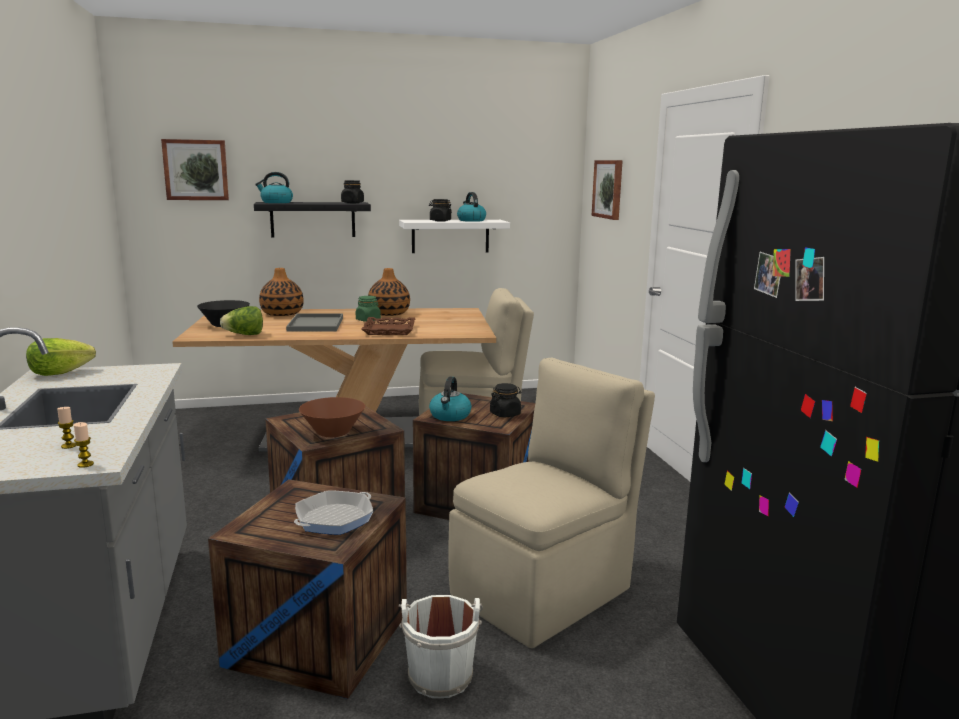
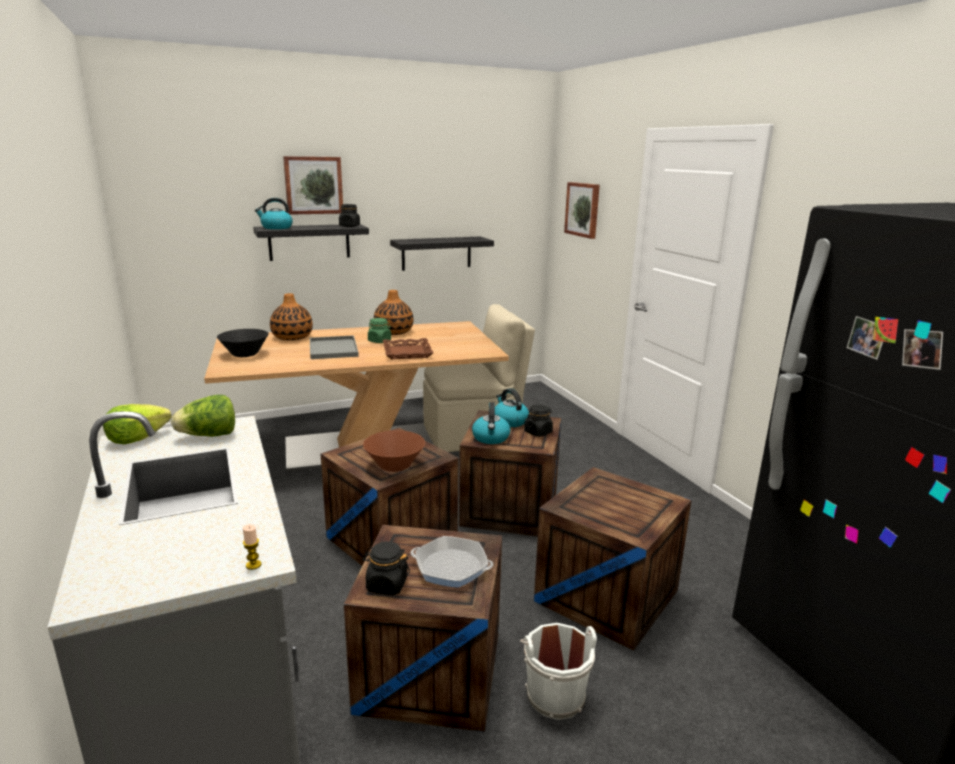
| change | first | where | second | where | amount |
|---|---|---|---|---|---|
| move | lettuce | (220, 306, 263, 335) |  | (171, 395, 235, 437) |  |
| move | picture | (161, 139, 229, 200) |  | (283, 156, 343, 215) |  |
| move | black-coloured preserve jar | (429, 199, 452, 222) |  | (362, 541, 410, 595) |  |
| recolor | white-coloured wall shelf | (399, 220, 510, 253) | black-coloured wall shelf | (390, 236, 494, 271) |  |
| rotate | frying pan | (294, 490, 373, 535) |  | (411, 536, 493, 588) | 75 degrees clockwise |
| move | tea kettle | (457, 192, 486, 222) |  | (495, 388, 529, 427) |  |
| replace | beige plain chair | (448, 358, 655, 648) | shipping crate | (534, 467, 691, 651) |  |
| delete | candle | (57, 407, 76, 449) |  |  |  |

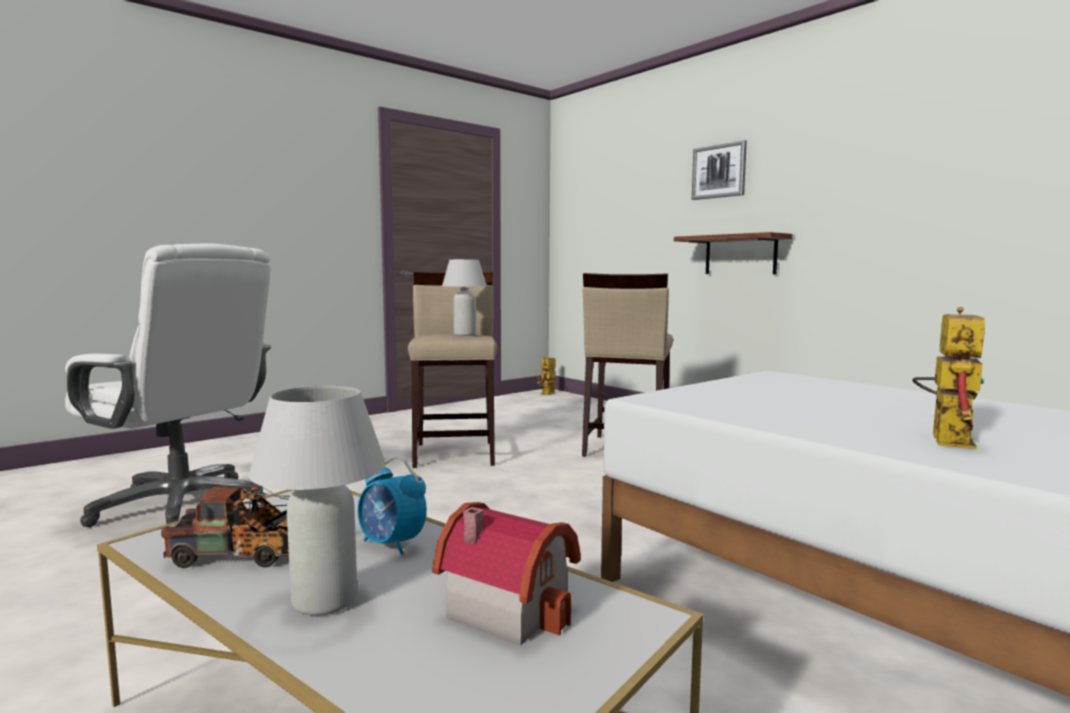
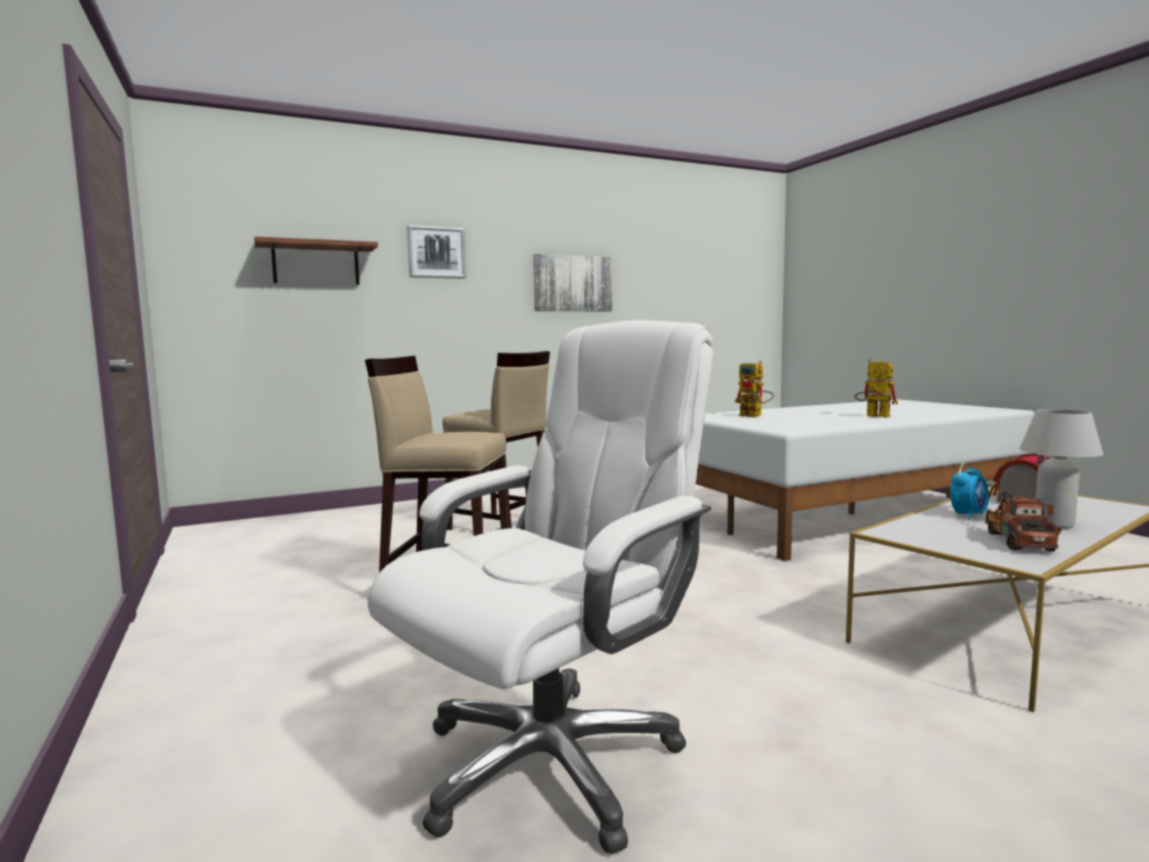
| change | first | where | second | where | amount |
|---|---|---|---|---|---|
| move | wall shelf | (674, 232, 792, 274) |  | (254, 236, 378, 285) |  |
| insert |  |  | picture | (533, 254, 613, 311) |  |
| move | model robot | (537, 357, 556, 395) |  | (735, 361, 774, 417) |  |
| delete | white-coloured tabletop lamp | (442, 259, 487, 336) |  |  |  |

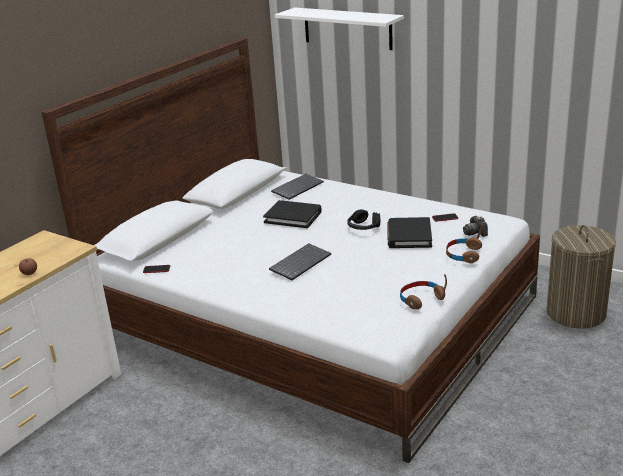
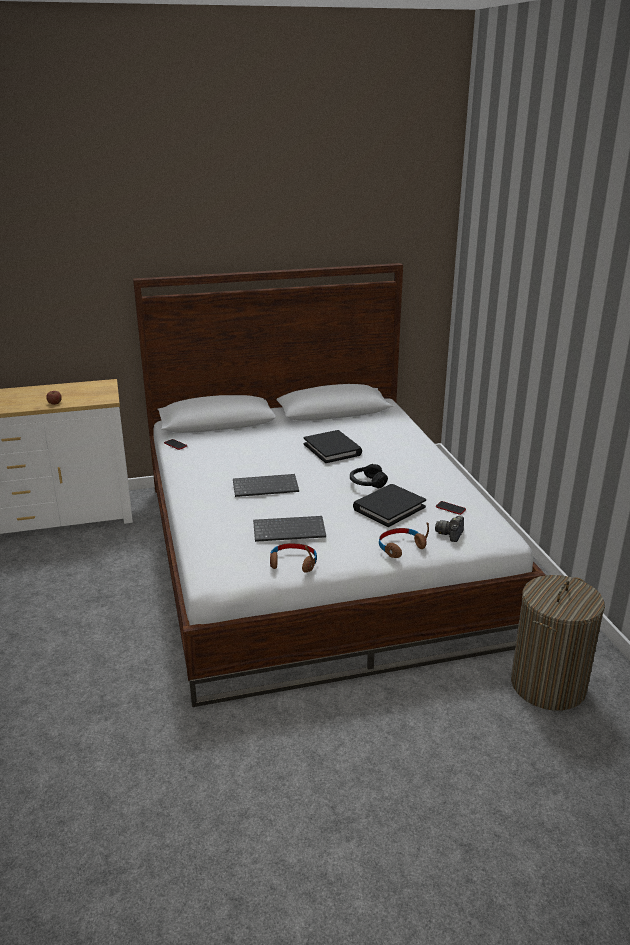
| change | first | where | second | where | amount |
|---|---|---|---|---|---|
| move | computer keyboard | (271, 174, 324, 200) |  | (253, 516, 326, 542) |  |
| delete | white-coloured wall shelf | (274, 8, 404, 50) |  |  |  |

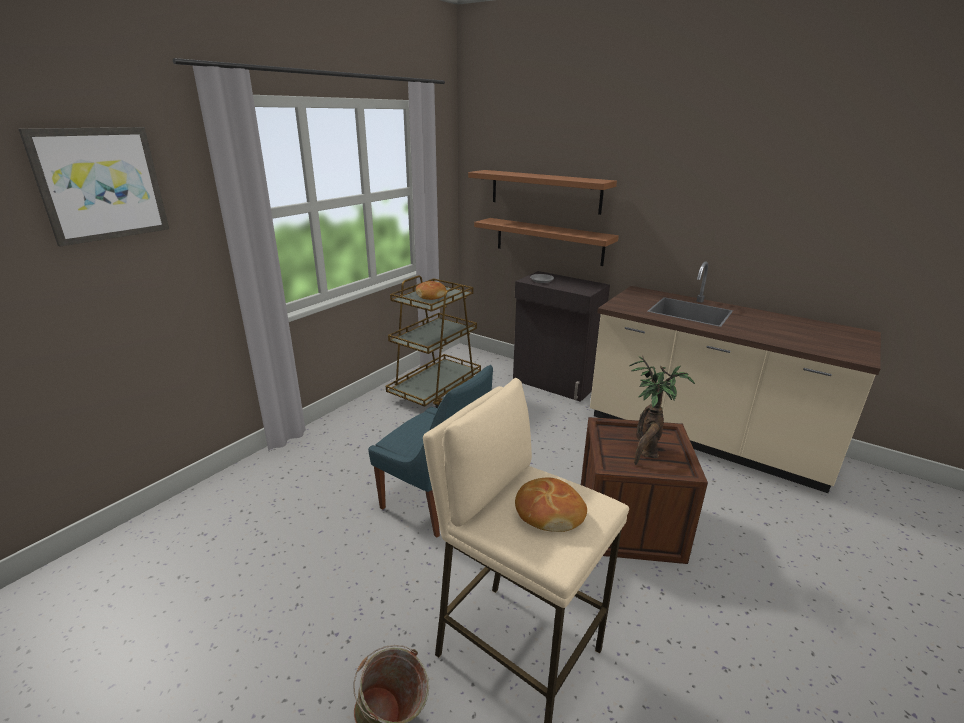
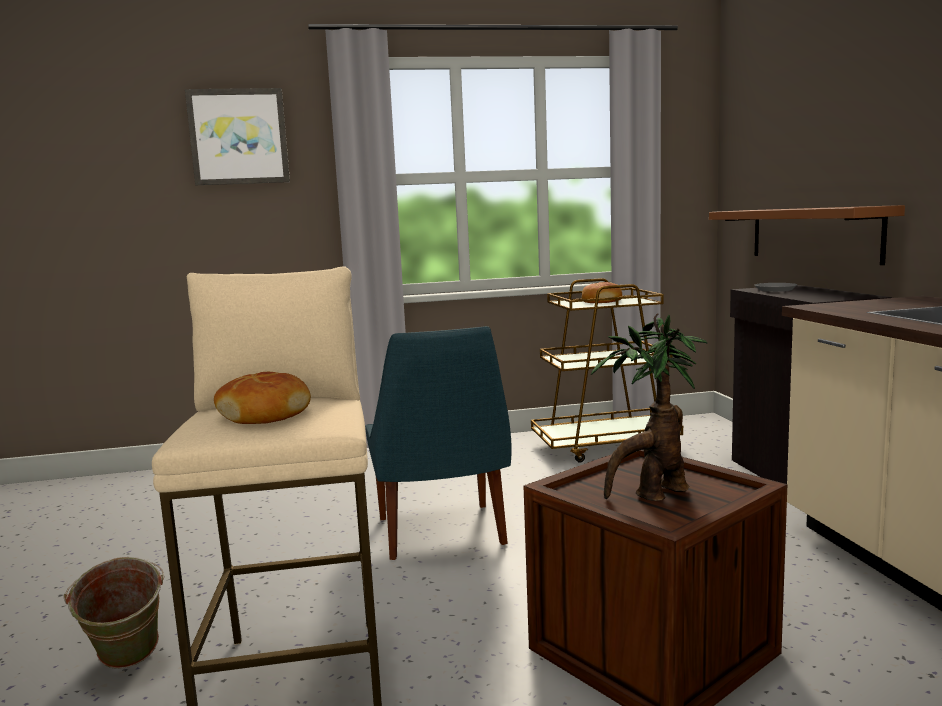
| change | first | where | second | where | amount |
|---|---|---|---|---|---|
| delete | brown wall shelf | (468, 170, 617, 215) |  |  |  |

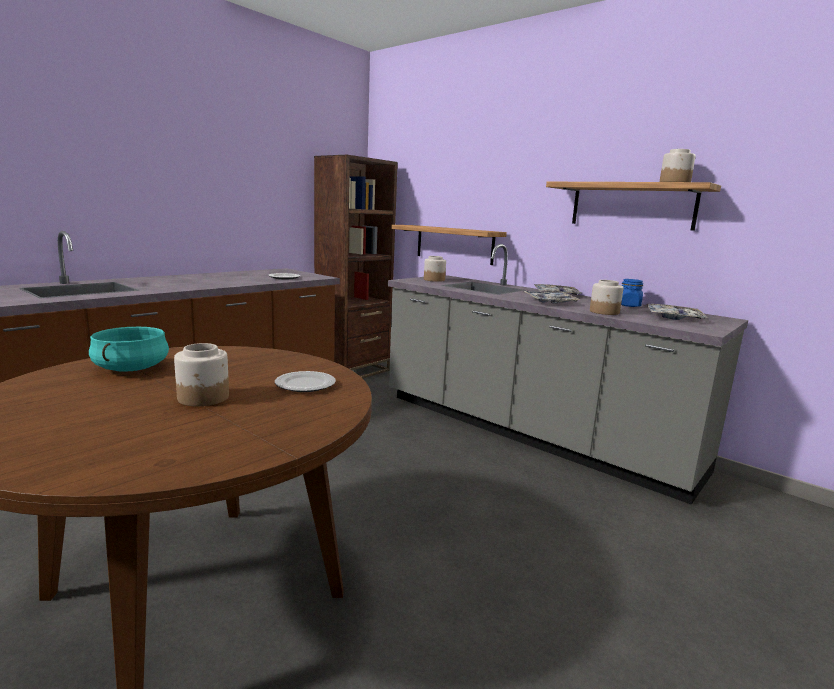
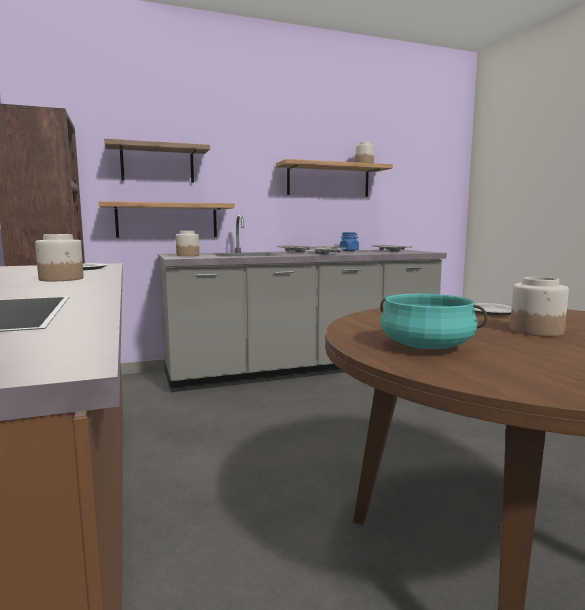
| change | first | where | second | where | amount |
|---|---|---|---|---|---|
| move | preserve jar | (590, 280, 624, 315) |  | (35, 234, 84, 281) |  |
| insert |  |  | wall shelf | (104, 139, 210, 183) |  |

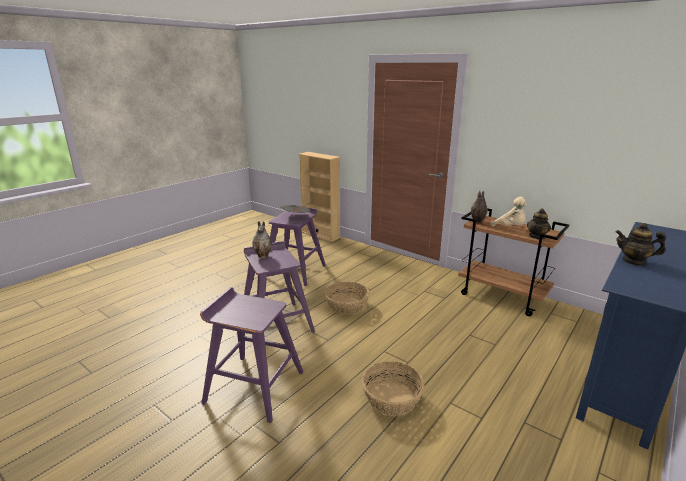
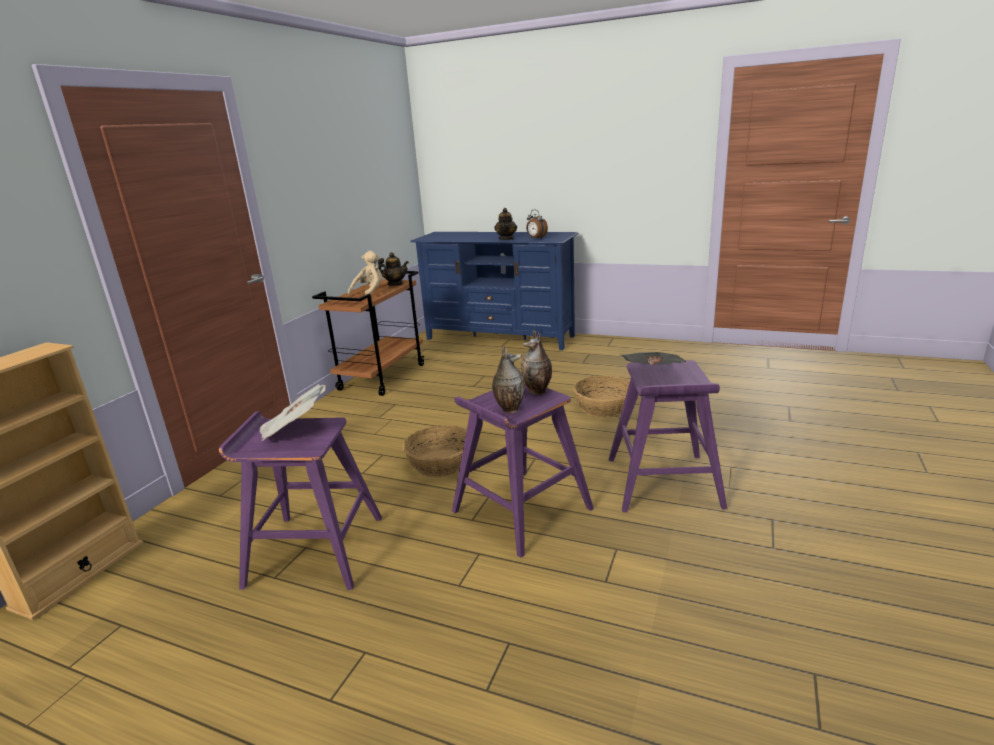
| change | first | where | second | where | amount |
|---|---|---|---|---|---|
| move | decorative vase | (471, 190, 488, 223) |  | (521, 330, 552, 395) |  |
| insert |  |  | table clock | (526, 210, 548, 238) |  |
| insert |  |  | daily paper | (621, 352, 686, 365) |  |

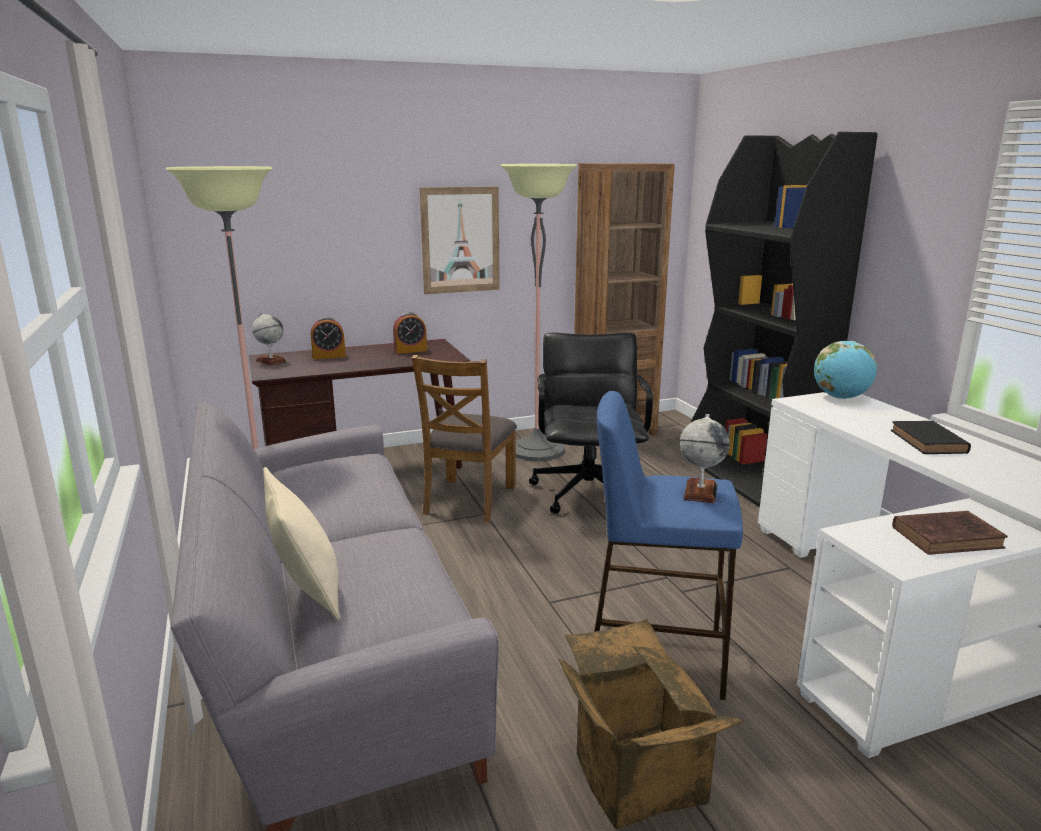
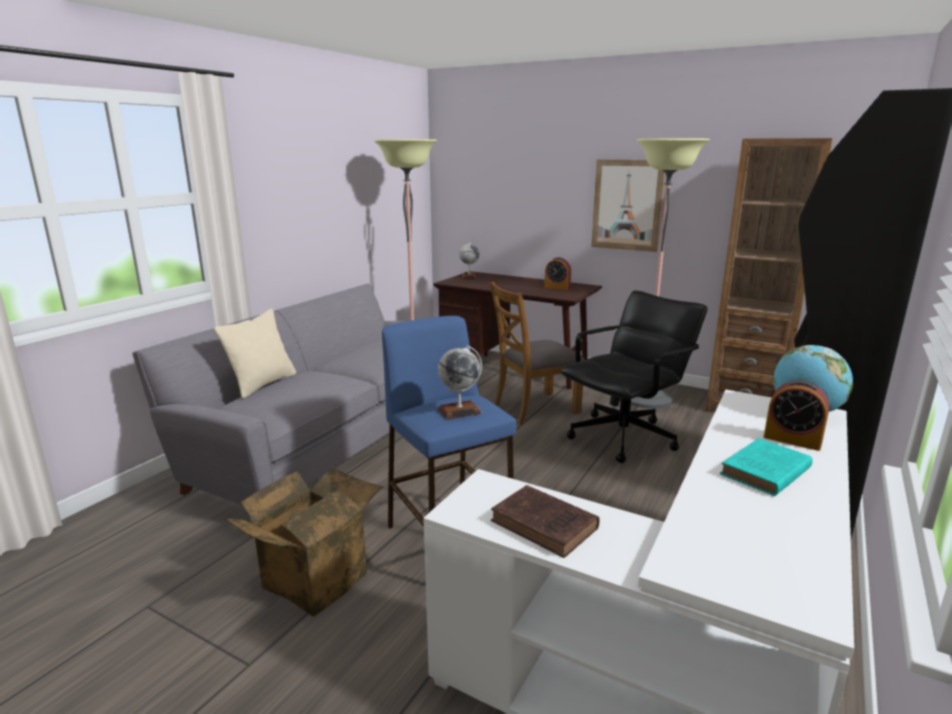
| change | first | where | second | where | amount |
|---|---|---|---|---|---|
| recolor | black-coloured book | (891, 421, 971, 454) | blue-green book | (720, 438, 813, 496) |  |
| move | table clock | (311, 317, 346, 359) |  | (764, 379, 829, 451) |  |

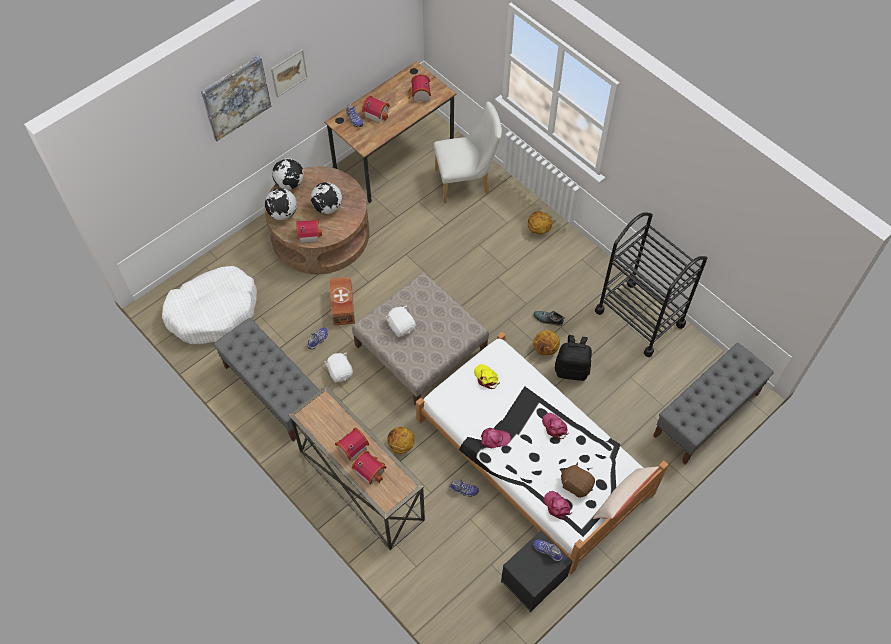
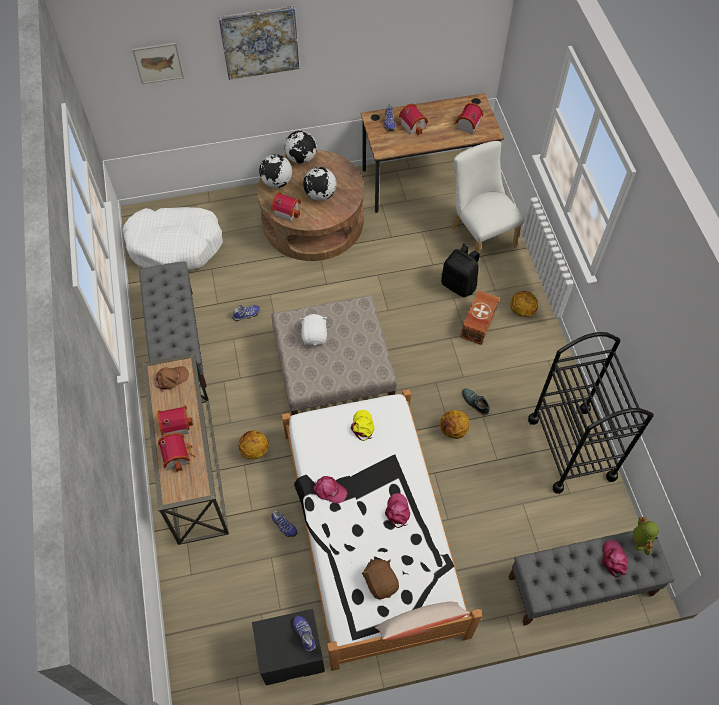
| change | first | where | second | where | amount |
|---|---|---|---|---|---|
| move | picture | (271, 49, 307, 97) |  | (132, 43, 184, 84) |  |
| insert |  |  | brown peaked cap | (155, 367, 189, 391) |  |
| move | black-coloured backpack | (555, 335, 592, 381) |  | (441, 244, 480, 297) |  |
| rotate | white-coloured plain chair | (434, 102, 502, 203) |  | (452, 141, 524, 253) | 135 degrees counterclockwise |
| move | brown storage box | (329, 277, 355, 326) |  | (460, 290, 500, 345) |  |
| move | pinkish peaked cap | (544, 491, 572, 520) |  | (602, 540, 628, 577) |  |
| insert |  |  | model robot | (633, 517, 659, 555) |  |
| delete | white-coloured cuddly toy | (324, 352, 353, 382) |  |  |  |

